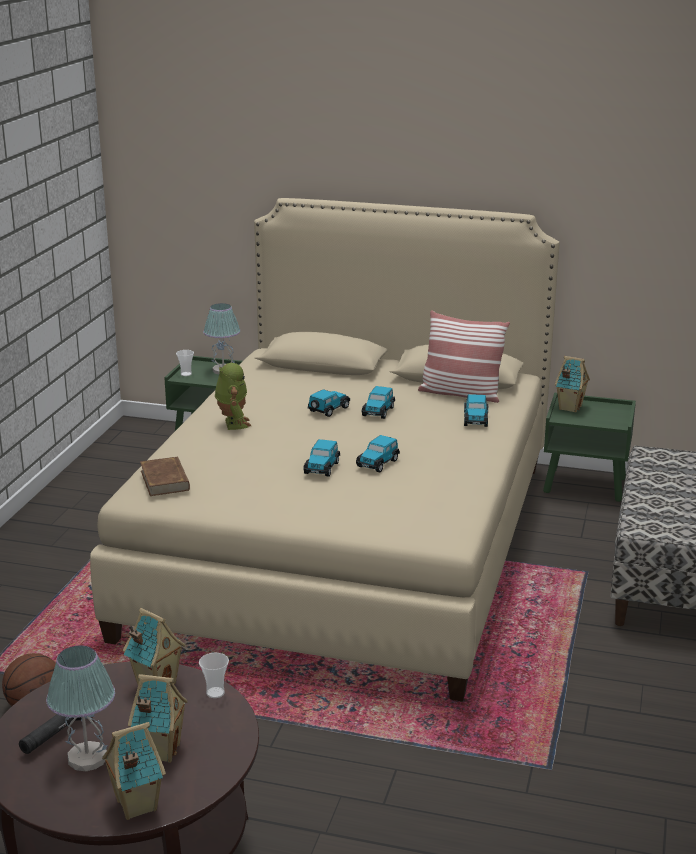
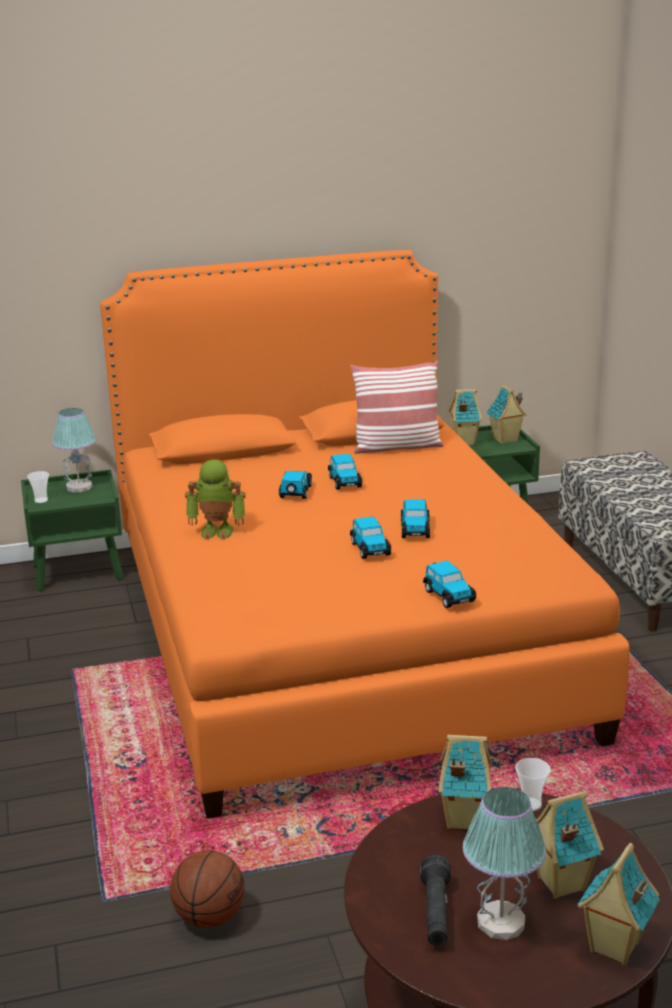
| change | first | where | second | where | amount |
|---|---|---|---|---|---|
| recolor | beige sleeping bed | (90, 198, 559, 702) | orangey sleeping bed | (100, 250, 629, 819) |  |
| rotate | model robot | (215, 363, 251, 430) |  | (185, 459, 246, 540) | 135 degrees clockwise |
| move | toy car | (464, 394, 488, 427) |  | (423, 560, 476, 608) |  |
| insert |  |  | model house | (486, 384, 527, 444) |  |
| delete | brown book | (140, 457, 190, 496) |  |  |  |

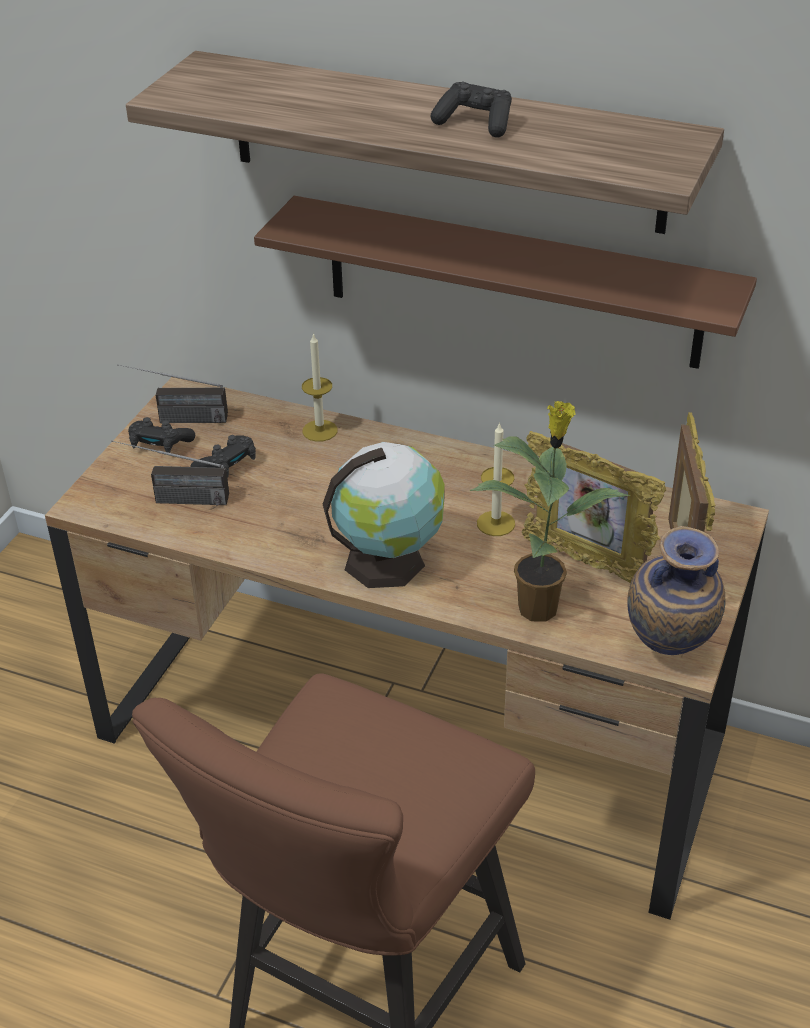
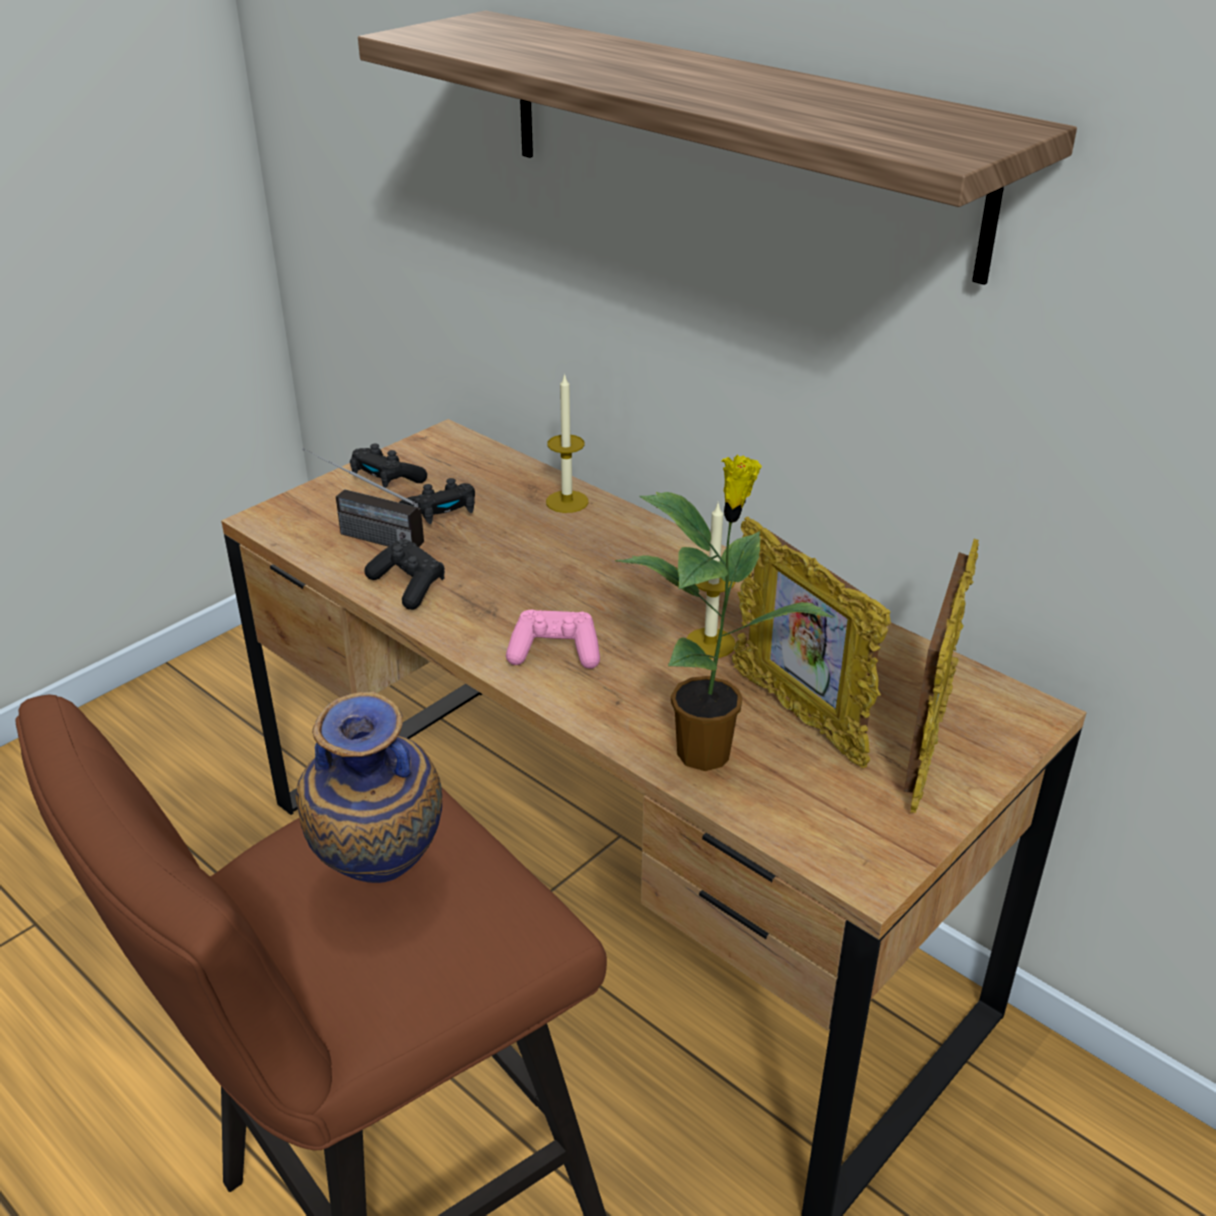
| change | first | where | second | where | amount |
|---|---|---|---|---|---|
| move | decorative vase | (627, 526, 726, 655) |  | (295, 692, 442, 883) |  |
| move | black-coloured gamepad | (431, 81, 512, 138) |  | (364, 540, 445, 610) |  |
| replace | globe | (323, 442, 445, 588) | pinkish gamepad | (506, 610, 600, 669) |  |
| delete | radio receiver | (117, 364, 228, 423) |  |  |  |
| delete | brown wall shelf | (254, 196, 757, 369) |  |  |  |

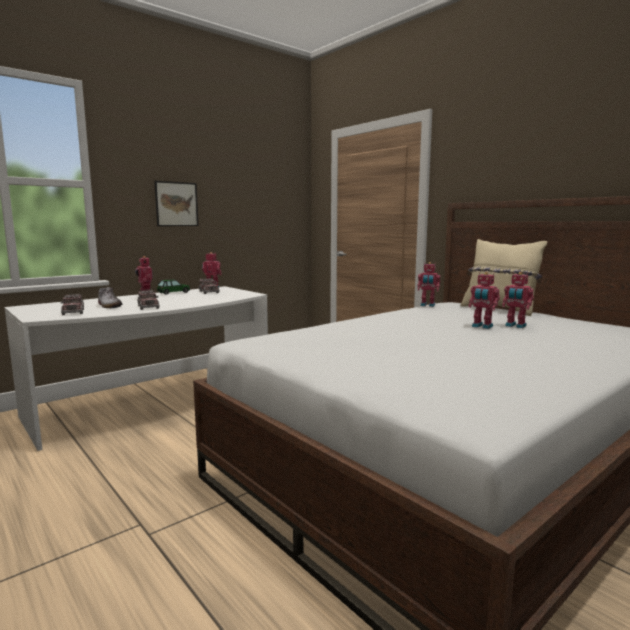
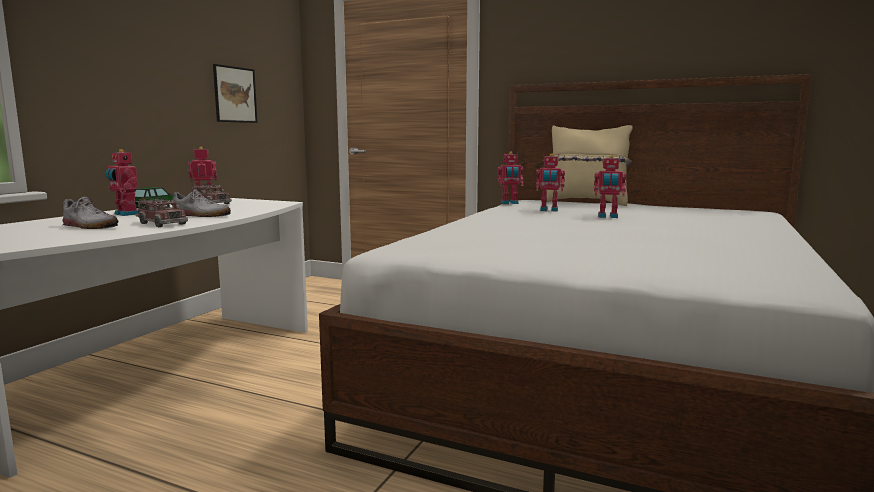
| change | first | where | second | where | amount |
|---|---|---|---|---|---|
| insert |  |  | item of footwear | (172, 189, 231, 217) |  |
| move | picture | (154, 181, 198, 226) |  | (213, 64, 258, 123) |  |
| move | model robot | (502, 272, 534, 328) |  | (536, 153, 565, 212) |  |
| delete | toy lorry | (61, 293, 84, 315) |  |  |  |

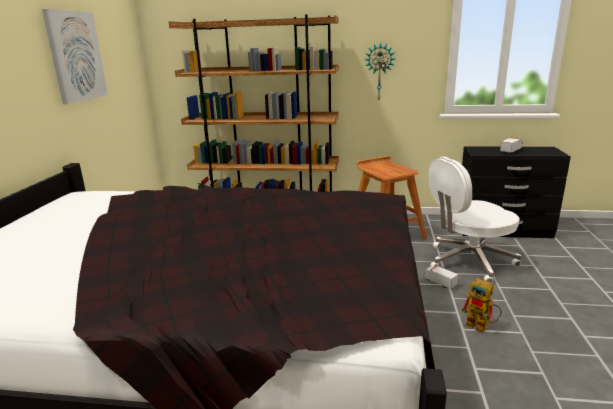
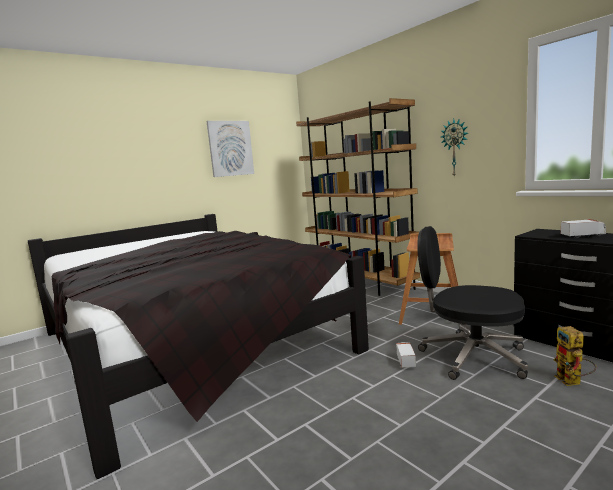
| change | first | where | second | where | amount |
|---|---|---|---|---|---|
| recolor | white-coloured office chair | (429, 156, 521, 283) | black-coloured office chair | (417, 226, 528, 380) |  |
| move | model robot | (462, 278, 502, 333) |  | (554, 326, 597, 386) |  |

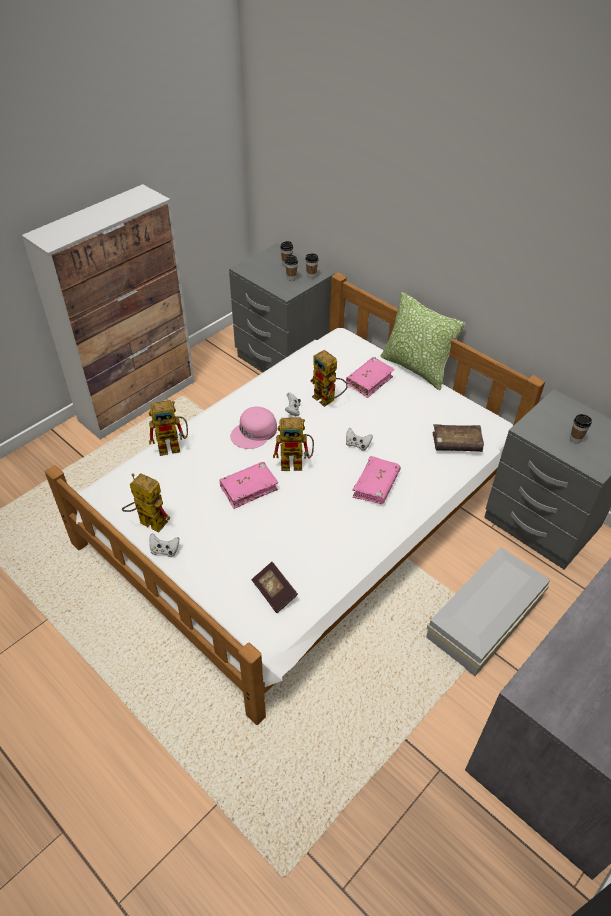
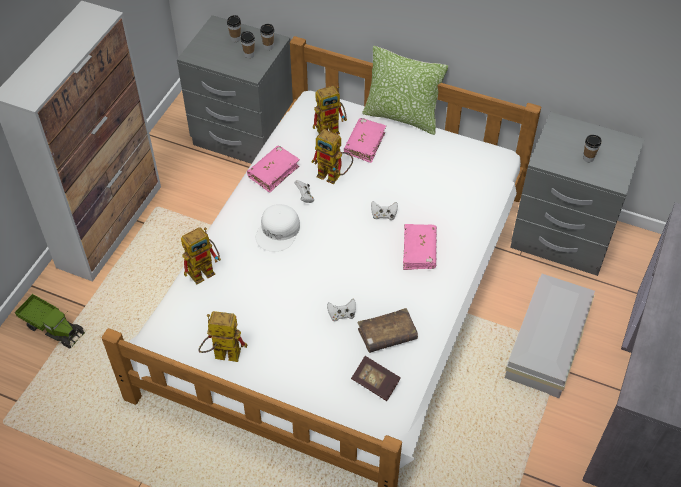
| change | first | where | second | where | amount |
|---|---|---|---|---|---|
| insert |  |  | toy lorry | (15, 294, 84, 349) |  |
| move | pinkish book | (219, 462, 278, 509) |  | (247, 146, 300, 193) |  |
| recolor | pinkish peaked cap | (230, 407, 277, 449) | white-coloured peaked cap | (256, 204, 300, 252) |  |
| move | model robot | (273, 417, 314, 471) |  | (313, 86, 347, 134) |  |
| move | white-coloured gamepad | (149, 533, 179, 557) |  | (327, 299, 356, 322) |  |
| move | brown book | (433, 424, 484, 452) |  | (357, 308, 418, 353) |  |

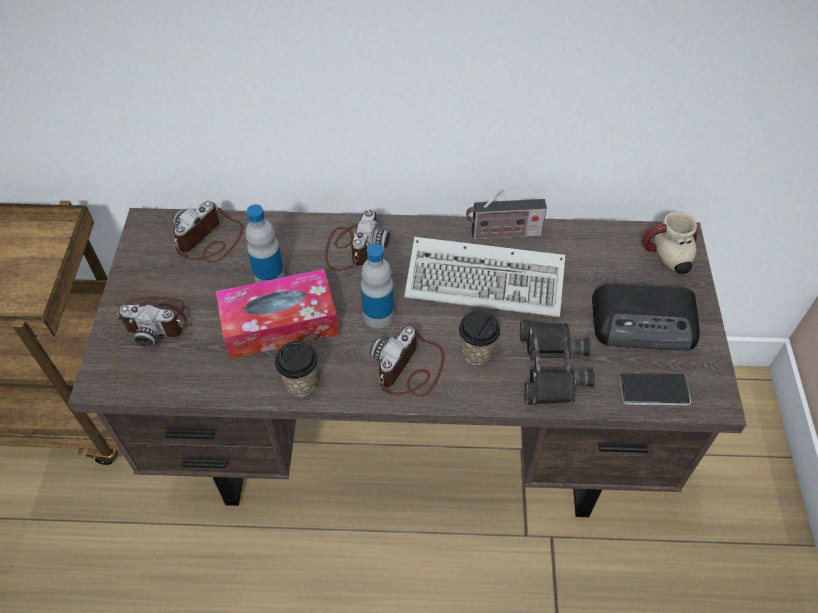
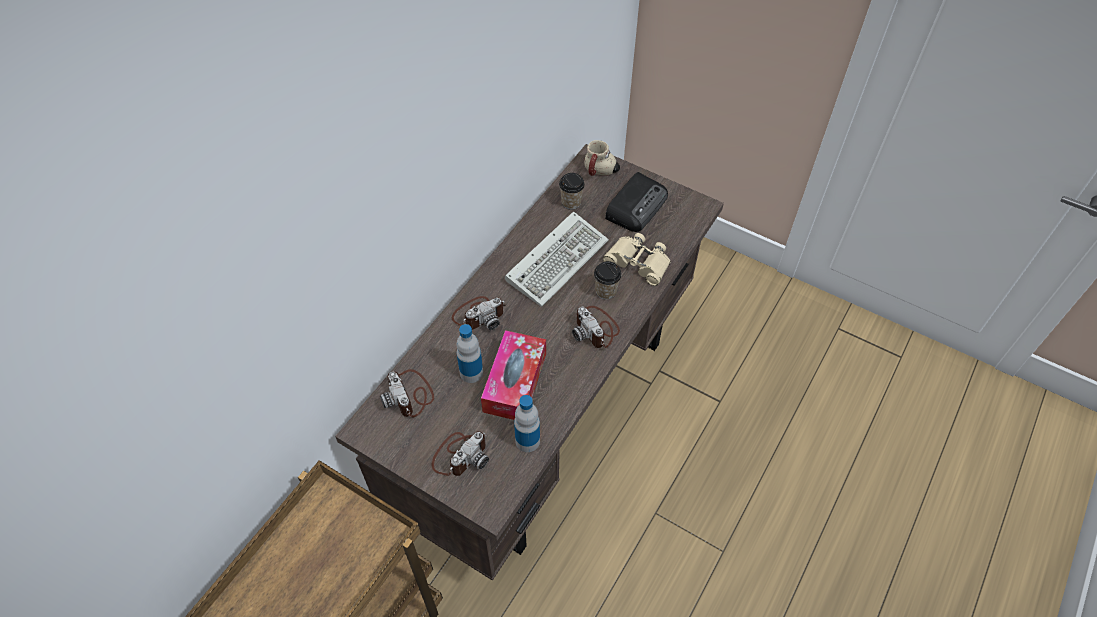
| change | first | where | second | where | amount |
|---|---|---|---|---|---|
| rotate | still camera | (325, 209, 390, 271) |  | (452, 296, 506, 330) | 105 degrees clockwise |
| move | drink bottle | (361, 243, 394, 329) |  | (514, 395, 540, 452) |  |
| move | small cup | (275, 341, 318, 397) |  | (559, 173, 585, 210) |  |
| recolor | black-coloured binoculars | (520, 320, 595, 405) | beige binoculars | (603, 233, 671, 286) |  |
| delete | radio receiver | (466, 189, 547, 240) |  |  |  |
| delete | phone | (619, 373, 691, 405) |  |  |  |

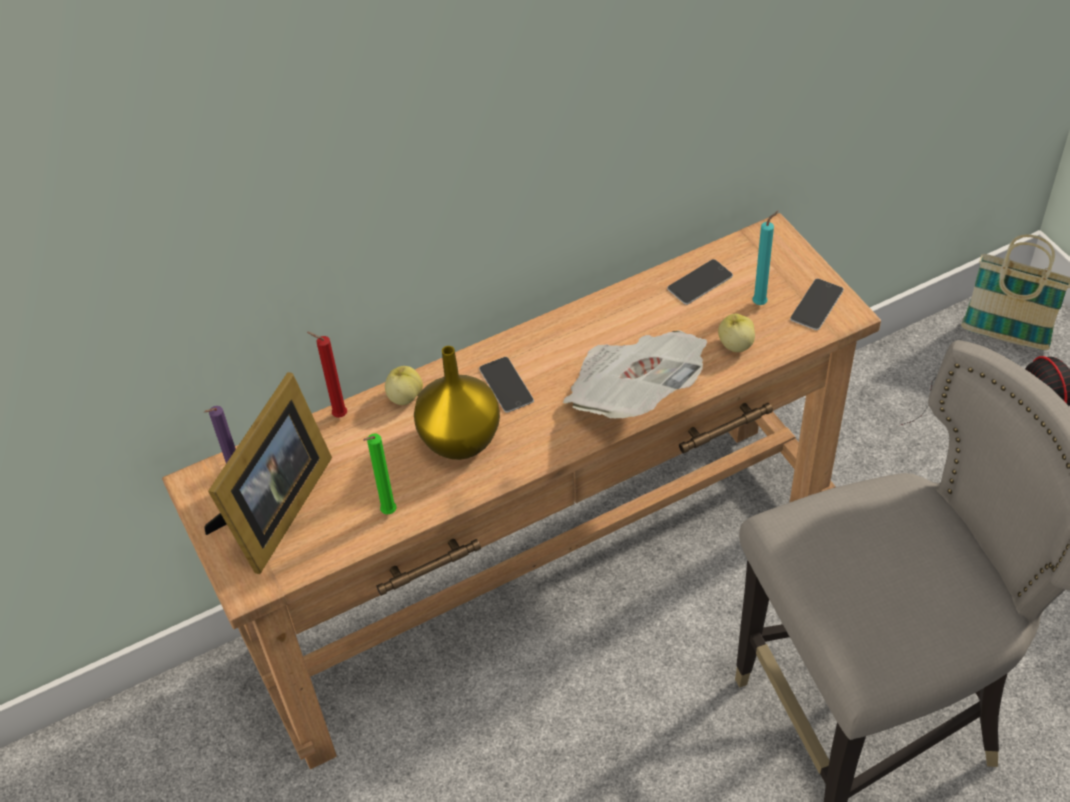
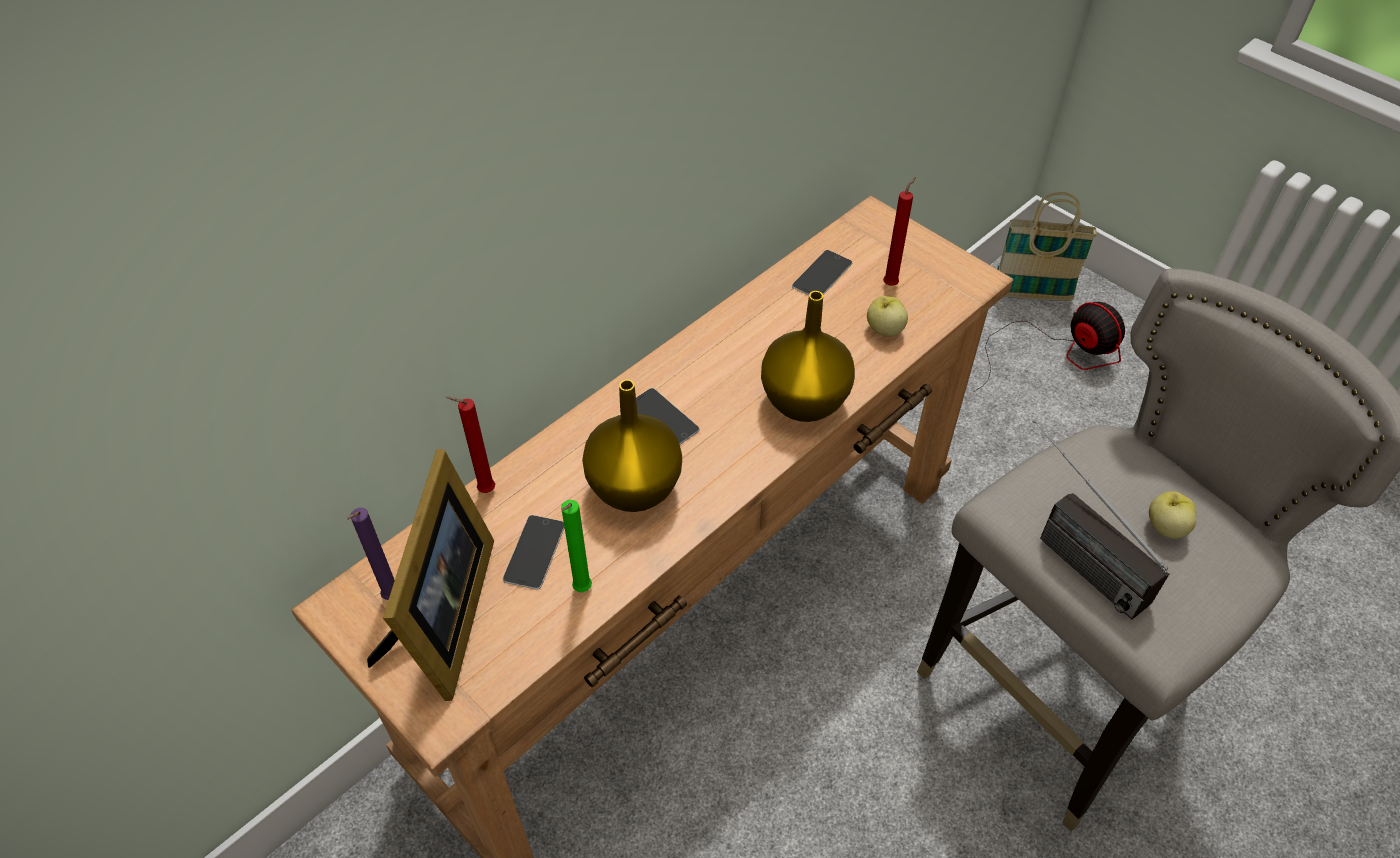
| change | first | where | second | where | amount |
|---|---|---|---|---|---|
| move | phone | (790, 278, 844, 330) |  | (503, 515, 564, 590) |  |
| replace | daily paper | (563, 330, 708, 419) | yellowish decorative vase | (761, 291, 855, 422) |  |
| recolor | blue-green candle | (752, 211, 779, 305) | red-coloured candle | (883, 177, 916, 286) |  |
| insert |  |  | radio receiver | (1033, 420, 1169, 619) |  |
| move | apple | (385, 366, 423, 405) |  | (1149, 491, 1196, 539) |  |

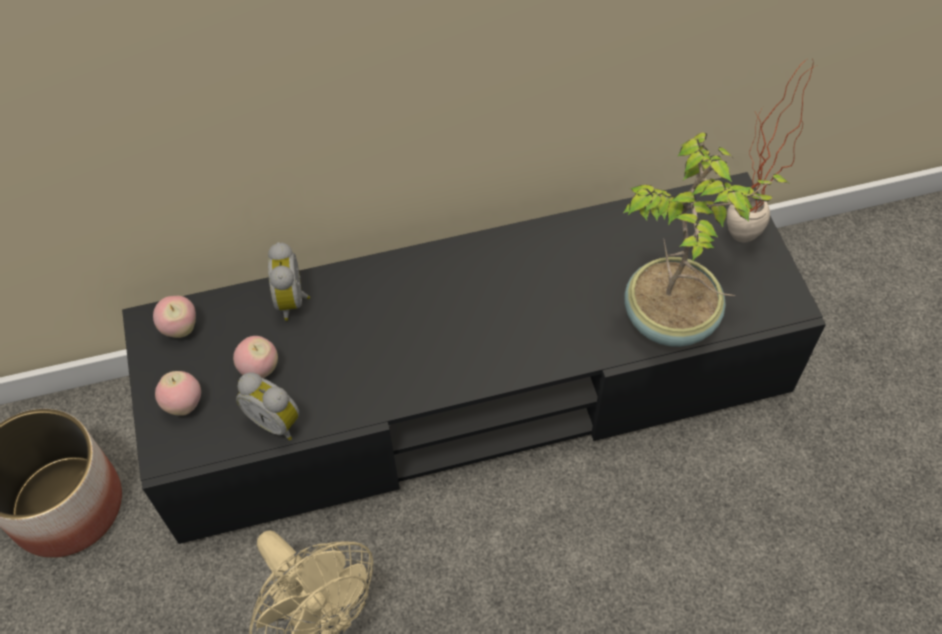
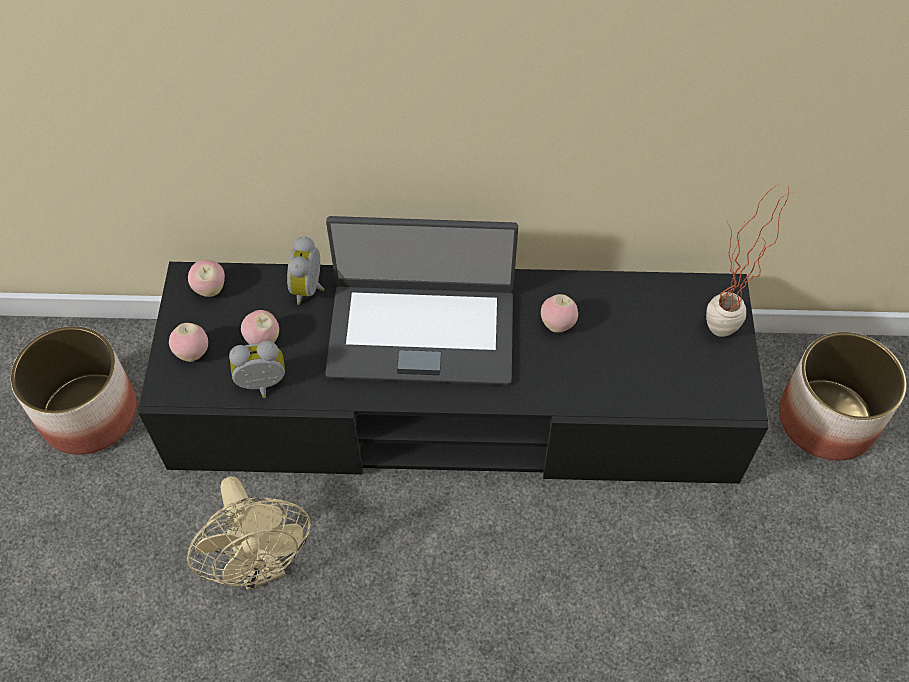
| change | first | where | second | where | amount |
|---|---|---|---|---|---|
| rotate | table clock | (236, 372, 299, 440) |  | (229, 340, 285, 398) | 120 degrees clockwise |
| insert |  |  | portable computer | (325, 216, 518, 385) |  |
| insert |  |  | apple | (541, 294, 578, 332) |  |
| insert |  |  | plant pot | (779, 332, 906, 461) |  |
| delete | houseplant | (622, 132, 789, 347) |  |  |  |

